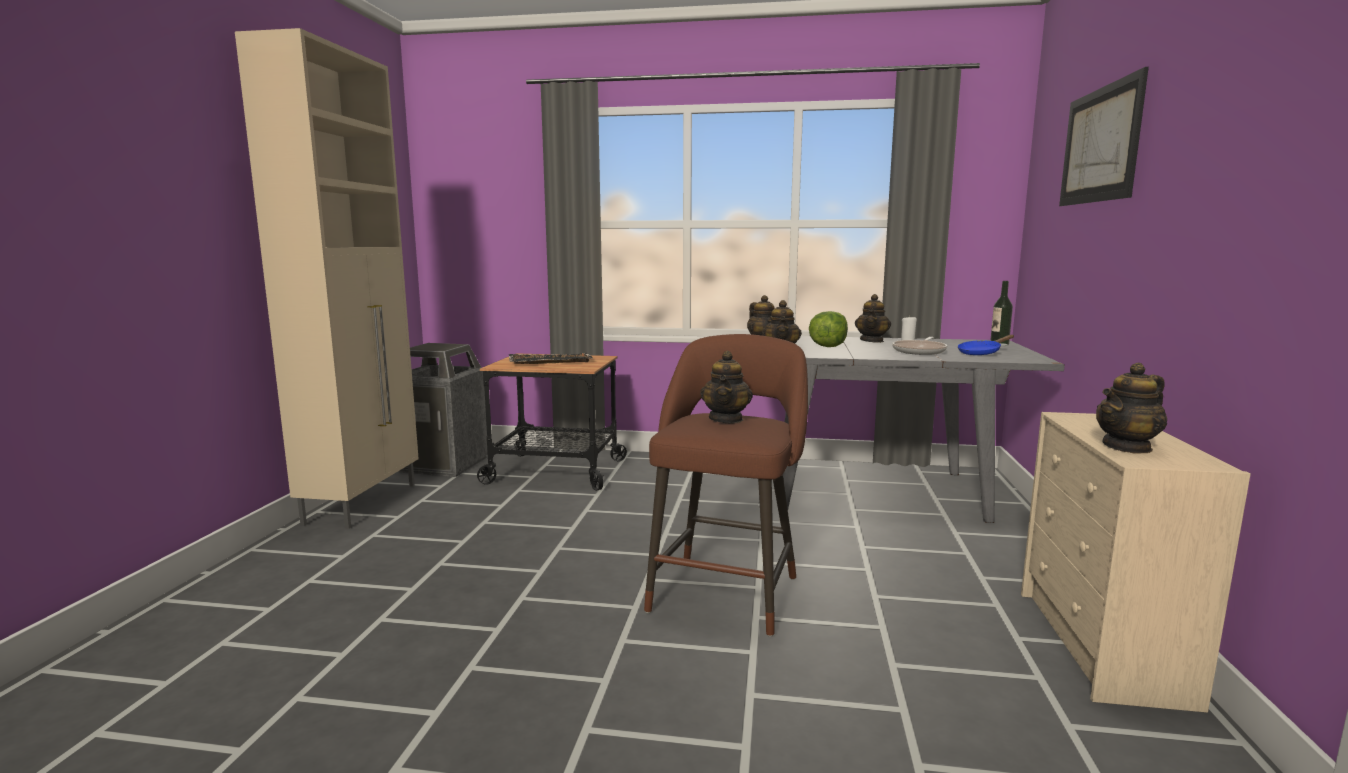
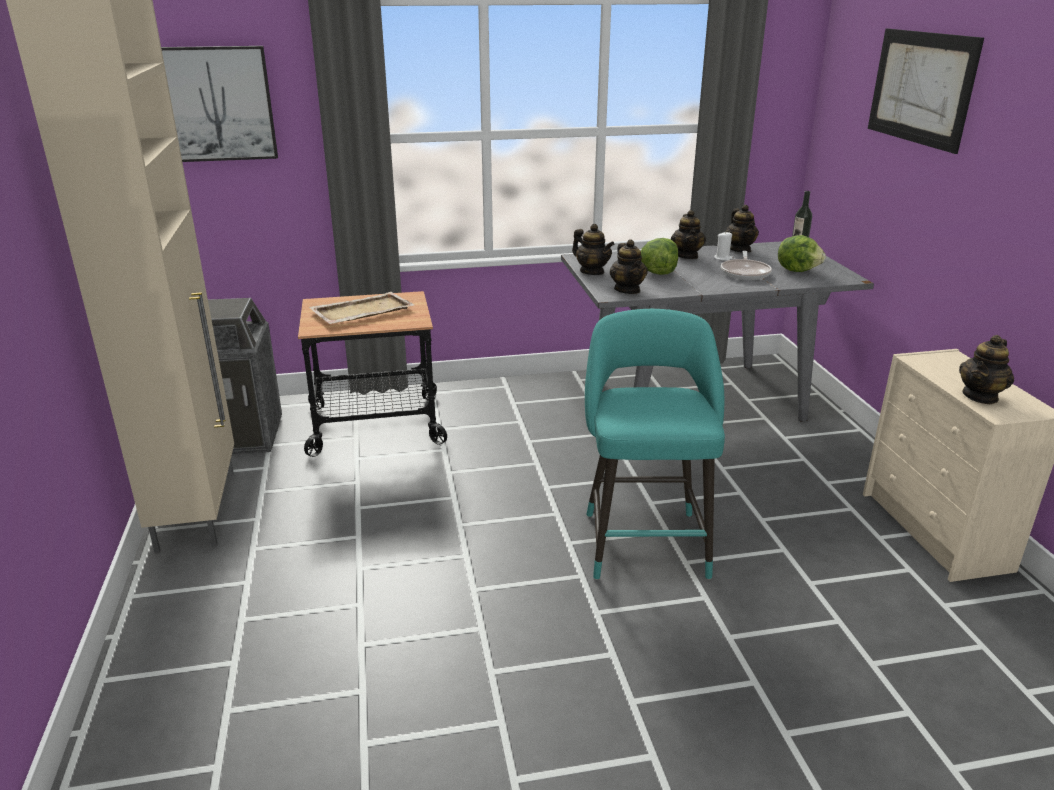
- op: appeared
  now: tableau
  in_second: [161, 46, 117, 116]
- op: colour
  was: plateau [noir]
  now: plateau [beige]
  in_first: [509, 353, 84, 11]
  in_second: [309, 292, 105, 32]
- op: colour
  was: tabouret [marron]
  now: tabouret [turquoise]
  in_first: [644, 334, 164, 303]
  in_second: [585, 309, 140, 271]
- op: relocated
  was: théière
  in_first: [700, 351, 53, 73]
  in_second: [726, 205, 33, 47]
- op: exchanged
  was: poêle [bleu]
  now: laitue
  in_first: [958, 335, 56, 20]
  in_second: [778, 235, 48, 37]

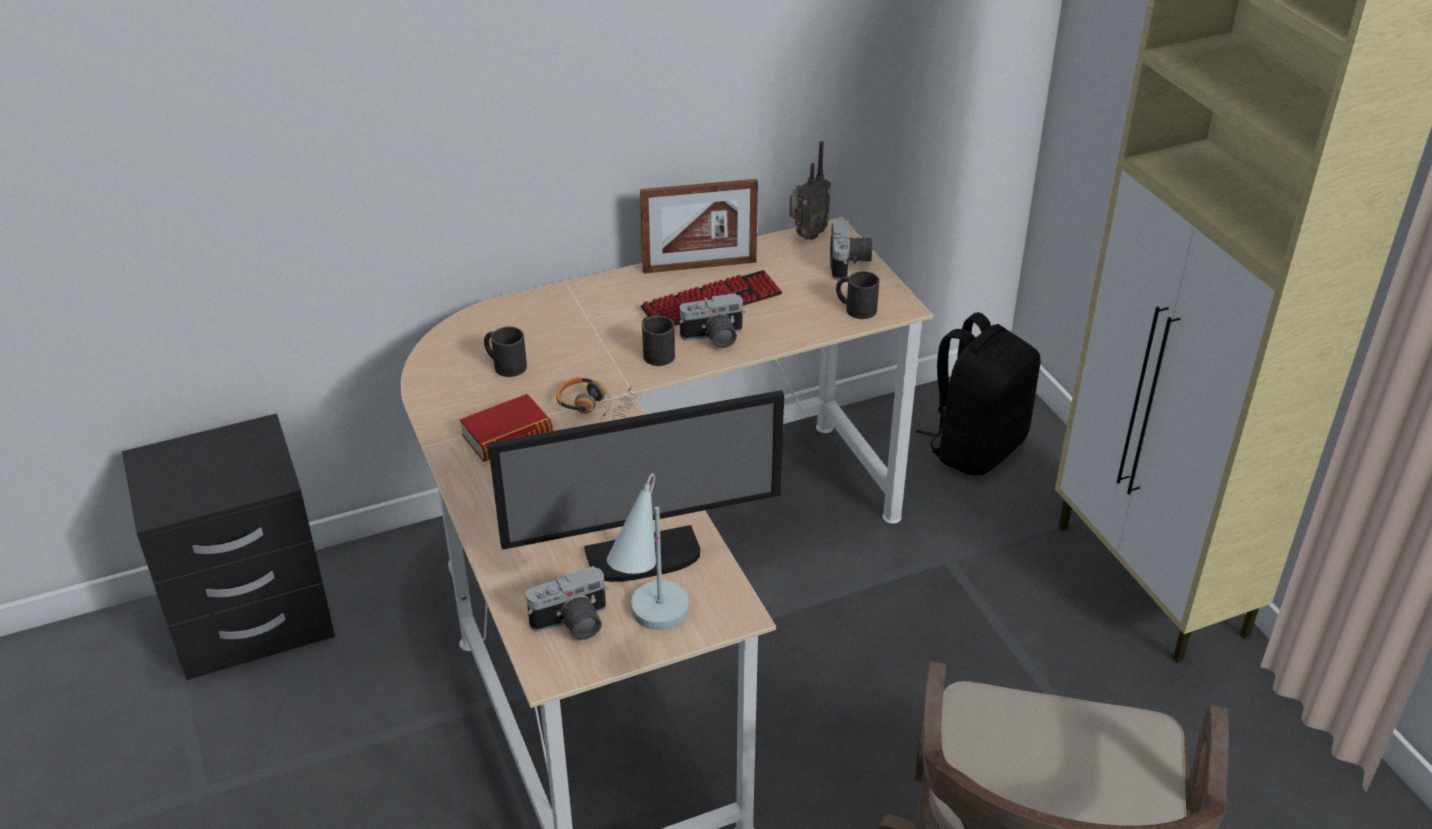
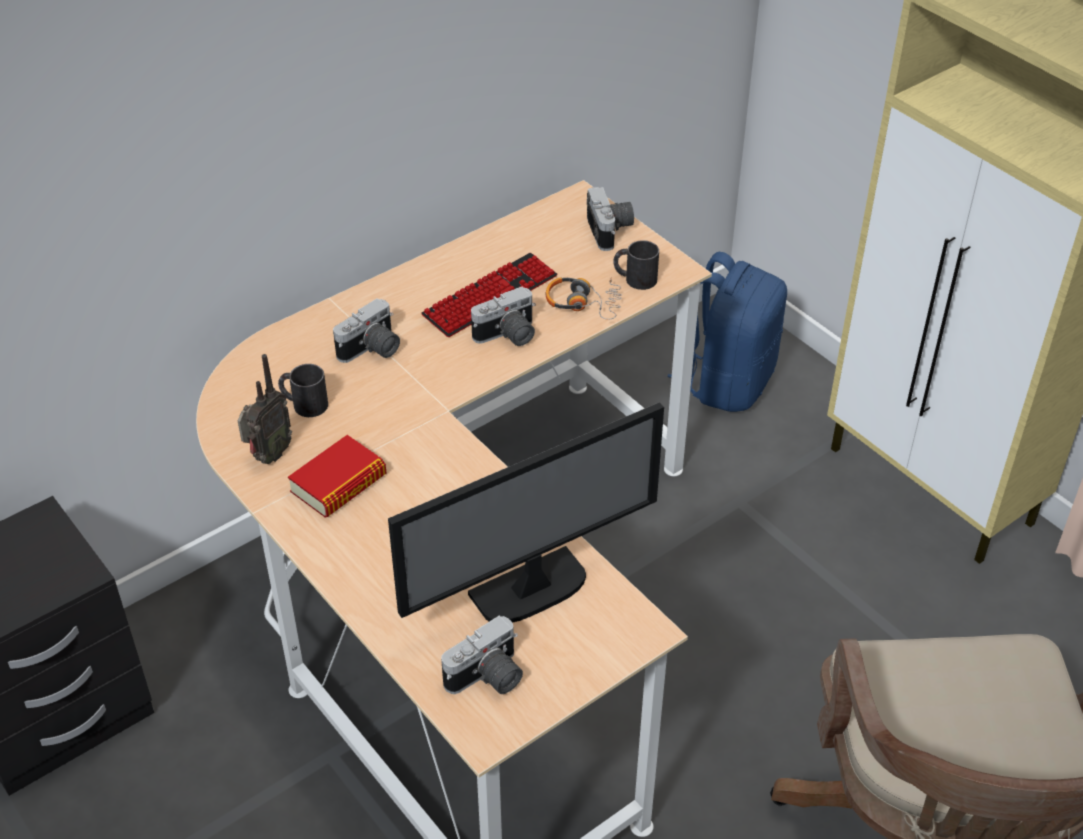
- op: relocated
  was: radio
  in_first: [789, 141, 42, 99]
  in_second: [238, 354, 54, 110]
- op: appeared
  now: appareil photo
  in_second: [333, 298, 67, 65]
- op: relocated
  was: casque audio
  in_first: [556, 377, 81, 46]
  in_second: [546, 277, 76, 43]
- op: colour
  was: sac à dos [noir]
  now: sac à dos [bleu]
  in_first: [915, 312, 126, 163]
  in_second: [668, 252, 119, 160]
- op: missing
  was: lampe de table [blanc]
  in_first: [607, 473, 82, 157]
- op: missing
  was: cadre photo
  in_first: [640, 179, 118, 95]
- op: missing
  was: mug [noir]
  in_first: [642, 316, 33, 50]

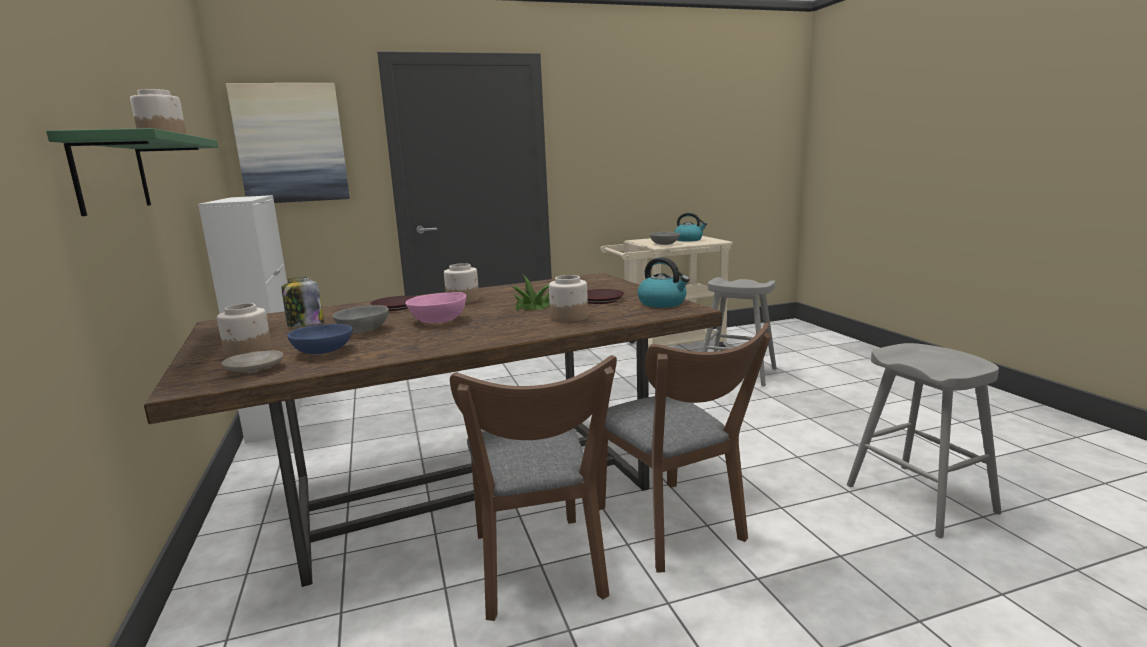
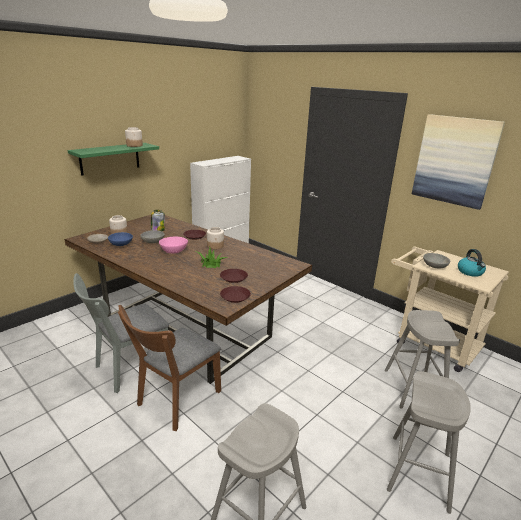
- op: colour
  was: chaise [marron]
  now: chaise [gris]
  in_first: [450, 355, 167, 266]
  in_second: [73, 273, 96, 120]
- op: exchanged
  was: bouilloire
  now: assiette [marron]
  in_first: [638, 257, 52, 51]
  in_second: [220, 286, 31, 17]
- op: appeared
  now: tabouret [gris]
  in_second: [387, 371, 84, 143]
- op: relocated
  was: tableau
  in_first: [226, 83, 124, 120]
  in_second: [412, 114, 93, 96]
- op: missing
  was: bocal
  in_first: [549, 275, 39, 48]

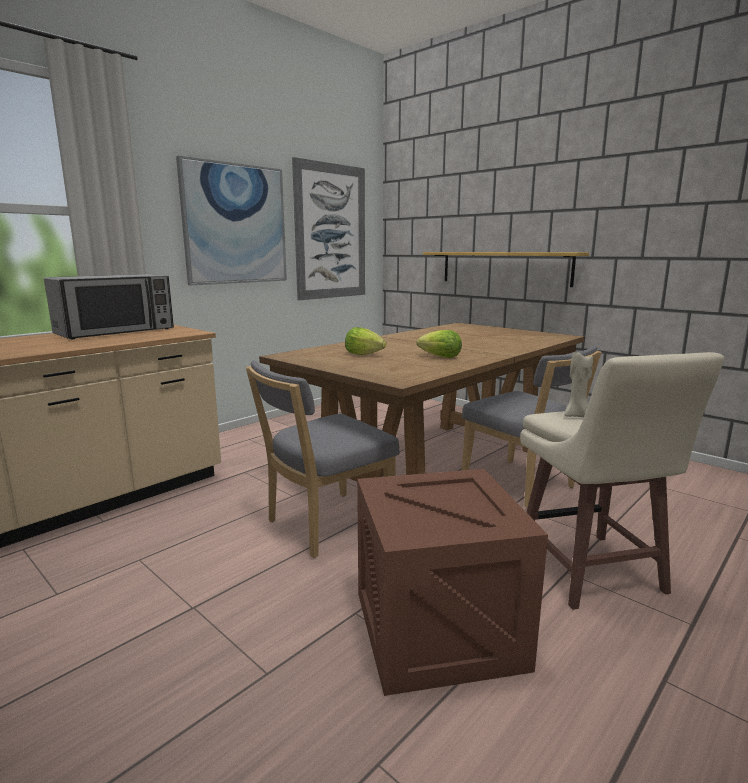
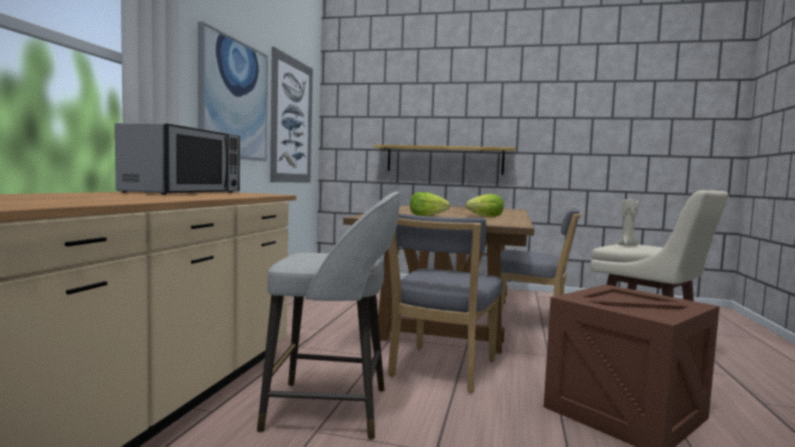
- op: appeared
  now: tabouret [gris]
  in_second: [257, 191, 143, 249]

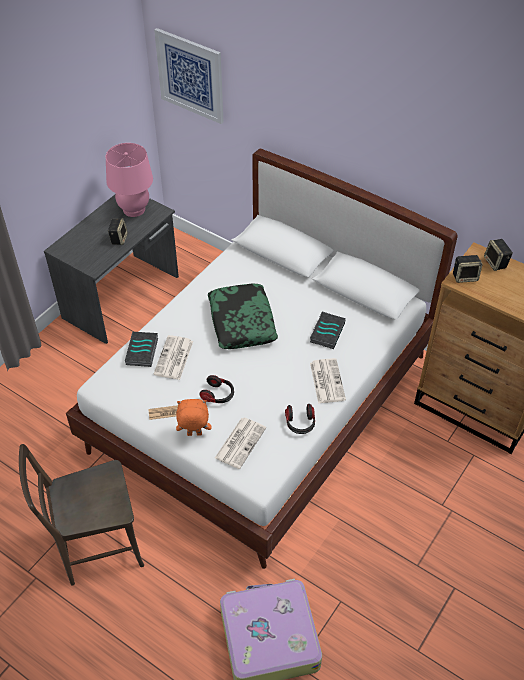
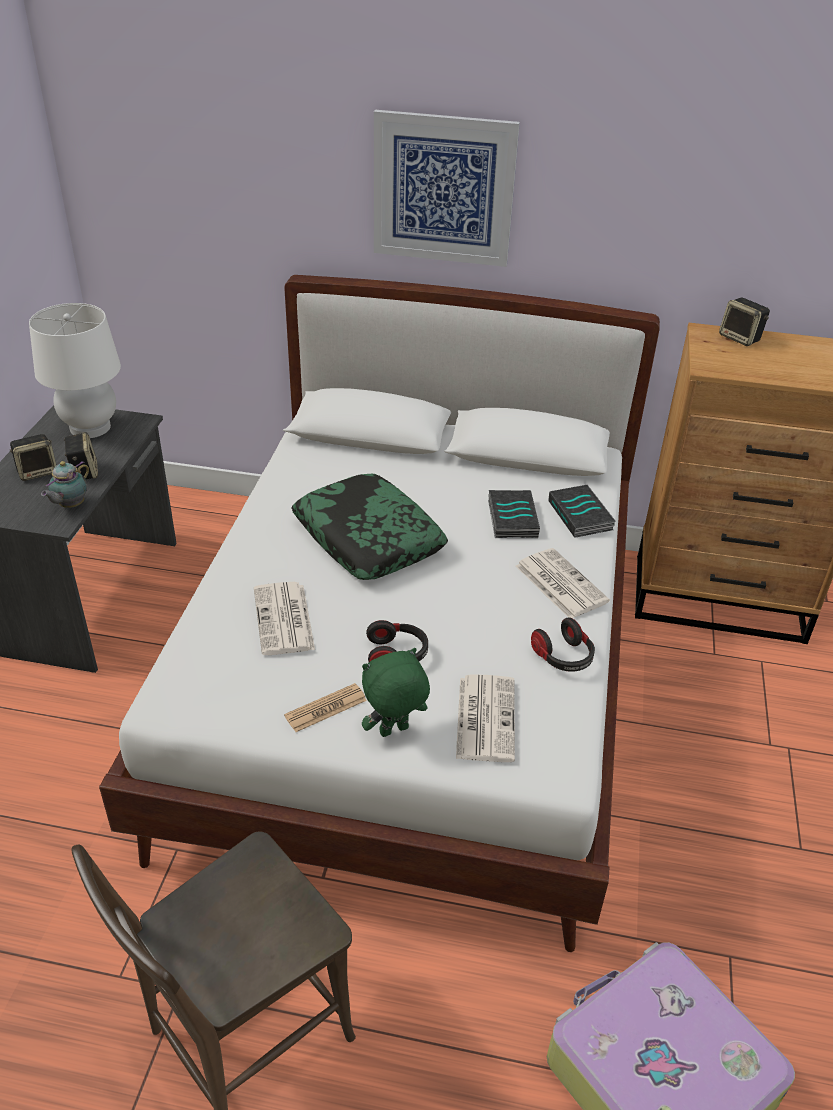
- op: relocated
  was: enceinte
  in_first: [453, 255, 30, 28]
  in_second: [10, 434, 46, 47]
- op: colour
  was: lampe de table [rose]
  now: lampe de table [blanc]
  in_first: [106, 143, 47, 74]
  in_second: [29, 303, 92, 135]
- op: appeared
  now: théière
  in_second: [41, 461, 48, 47]
- op: colour
  was: peluche [orange]
  now: peluche [vert]
  in_first: [176, 399, 36, 37]
  in_second: [362, 648, 68, 89]
- op: relocated
  was: tableau
  in_first: [154, 28, 69, 96]
  in_second: [374, 110, 146, 157]
- op: relocated
  was: livre
  in_first: [125, 332, 33, 35]
  in_second: [548, 485, 68, 53]

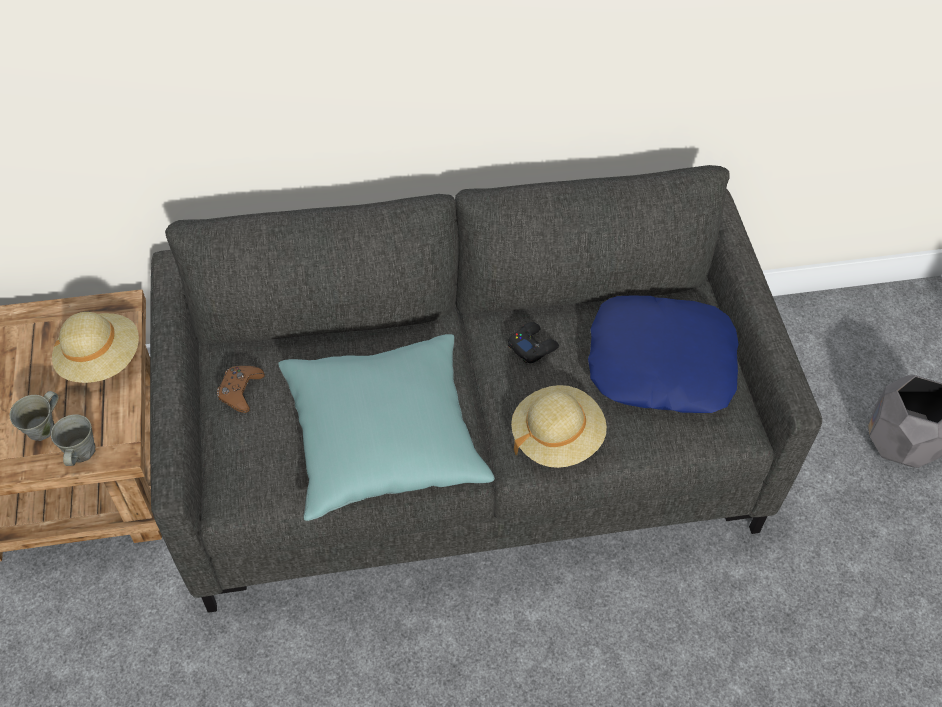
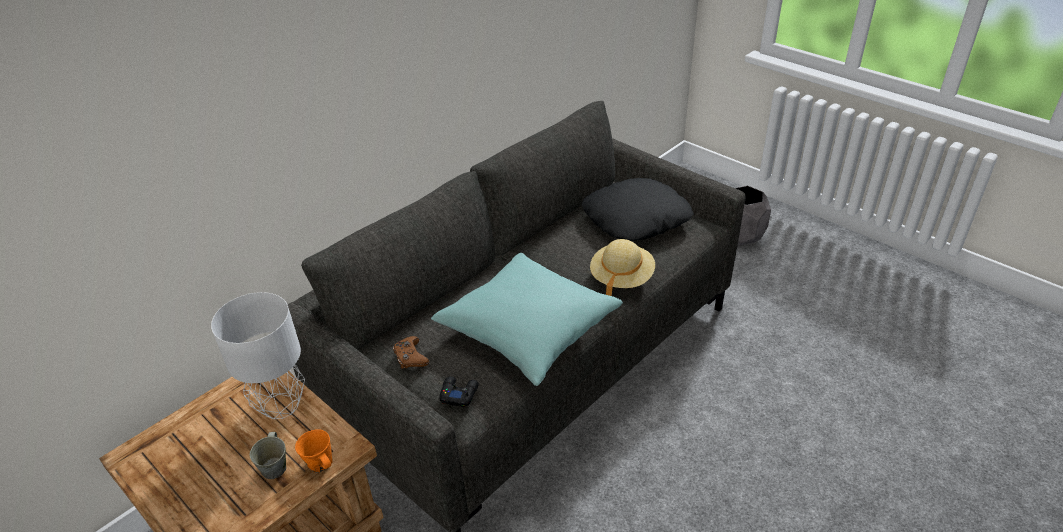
- op: exchanged
  was: chapeau [beige]
  now: lampe de table [gris]
  in_first: [52, 312, 87, 71]
  in_second: [211, 292, 94, 127]
- op: colour
  was: mug [gris]
  now: mug [orange]
  in_first: [51, 414, 44, 52]
  in_second: [295, 429, 37, 44]
- op: relocated
  was: manette [noir]
  in_first: [508, 322, 51, 41]
  in_second: [439, 376, 40, 31]
- op: colour
  was: coussin [bleu]
  now: coussin [noir]
  in_first: [588, 296, 151, 117]
  in_second: [582, 178, 112, 63]

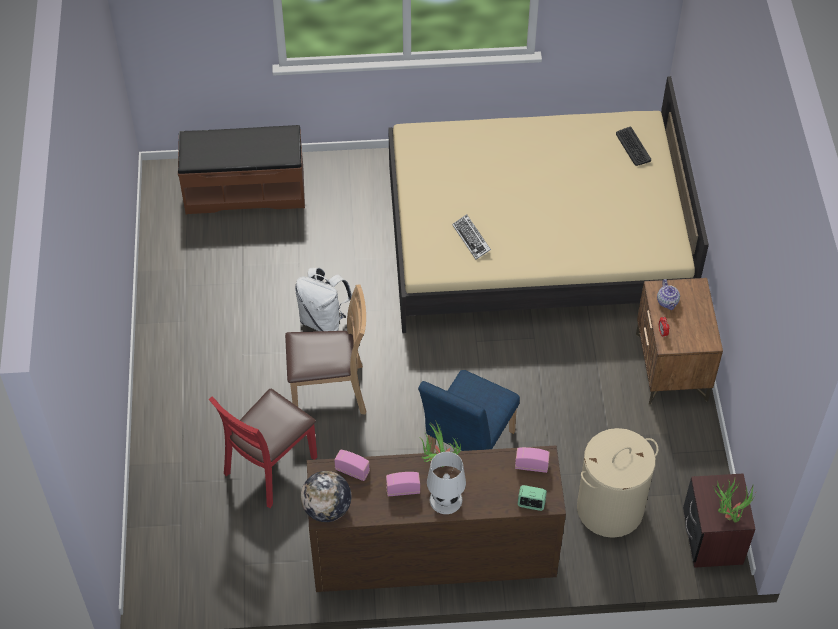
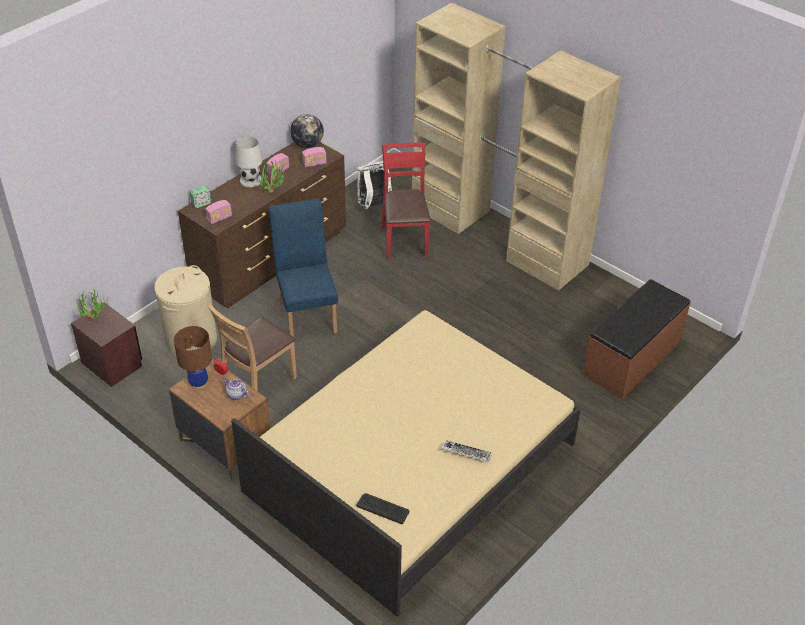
- op: appeared
  now: lampe de table [marron]
  in_second: [174, 326, 38, 63]
- op: relocated
  was: chaise [marron]
  in_first: [285, 284, 81, 131]
  in_second: [207, 304, 90, 87]
- op: relocated
  was: sac à dos [blanc]
  in_first: [295, 268, 57, 63]
  in_second: [357, 161, 35, 48]
- op: appeared
  now: armoire [beige]
  in_second: [412, 3, 209, 288]
- op: relocated
  was: clavier
  in_first: [452, 214, 39, 45]
  in_second: [441, 440, 51, 22]

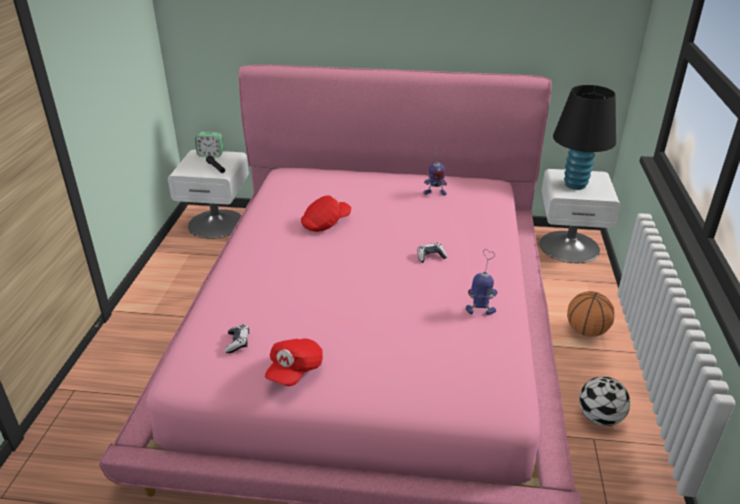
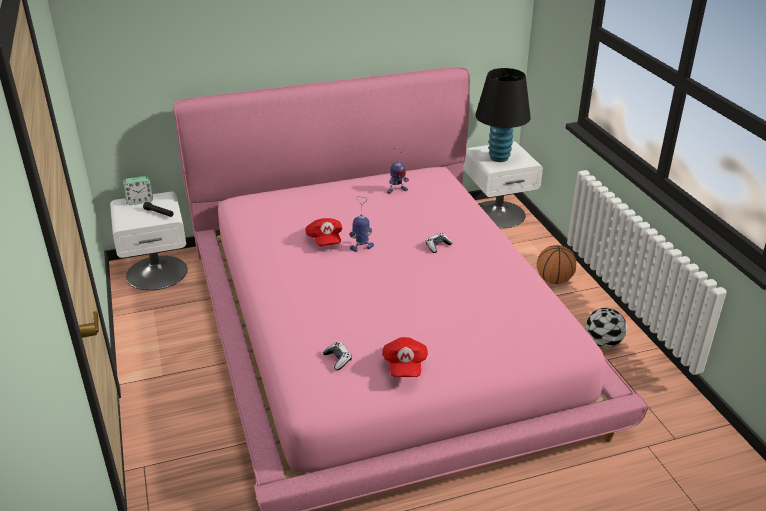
- op: spun
  was: casquette [rouge]
  in_first: [301, 196, 50, 36]
  in_second: [305, 218, 38, 28]
  clockwise: 135
- op: relocated
  was: robot jouet
  in_first: [466, 249, 32, 66]
  in_second: [349, 196, 25, 56]

